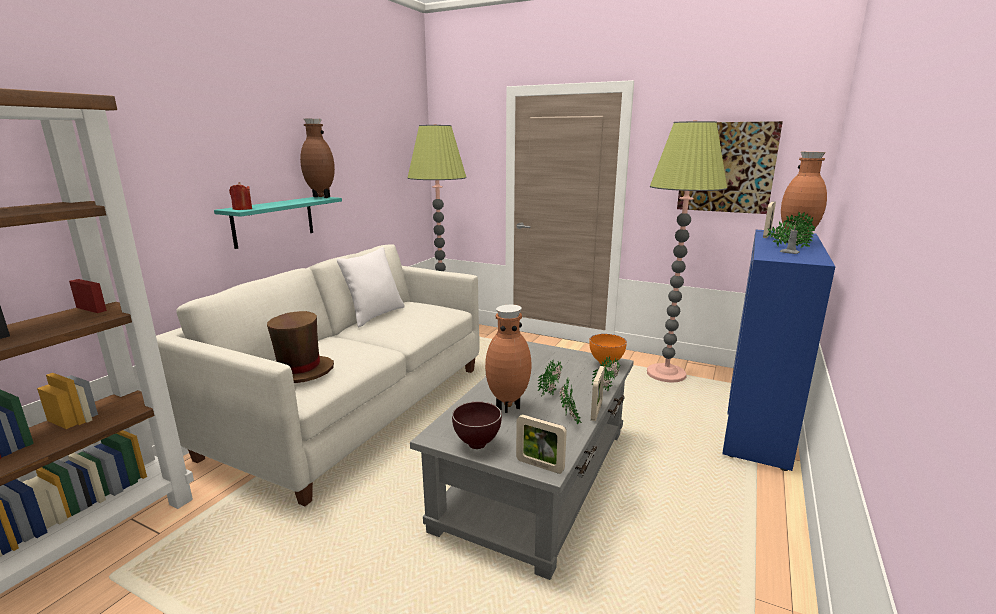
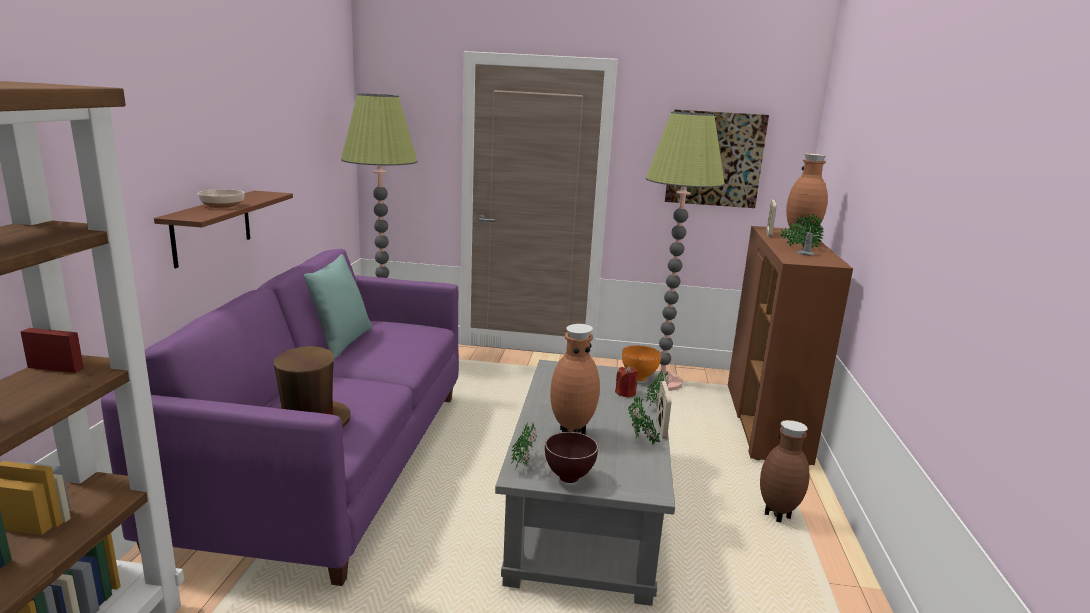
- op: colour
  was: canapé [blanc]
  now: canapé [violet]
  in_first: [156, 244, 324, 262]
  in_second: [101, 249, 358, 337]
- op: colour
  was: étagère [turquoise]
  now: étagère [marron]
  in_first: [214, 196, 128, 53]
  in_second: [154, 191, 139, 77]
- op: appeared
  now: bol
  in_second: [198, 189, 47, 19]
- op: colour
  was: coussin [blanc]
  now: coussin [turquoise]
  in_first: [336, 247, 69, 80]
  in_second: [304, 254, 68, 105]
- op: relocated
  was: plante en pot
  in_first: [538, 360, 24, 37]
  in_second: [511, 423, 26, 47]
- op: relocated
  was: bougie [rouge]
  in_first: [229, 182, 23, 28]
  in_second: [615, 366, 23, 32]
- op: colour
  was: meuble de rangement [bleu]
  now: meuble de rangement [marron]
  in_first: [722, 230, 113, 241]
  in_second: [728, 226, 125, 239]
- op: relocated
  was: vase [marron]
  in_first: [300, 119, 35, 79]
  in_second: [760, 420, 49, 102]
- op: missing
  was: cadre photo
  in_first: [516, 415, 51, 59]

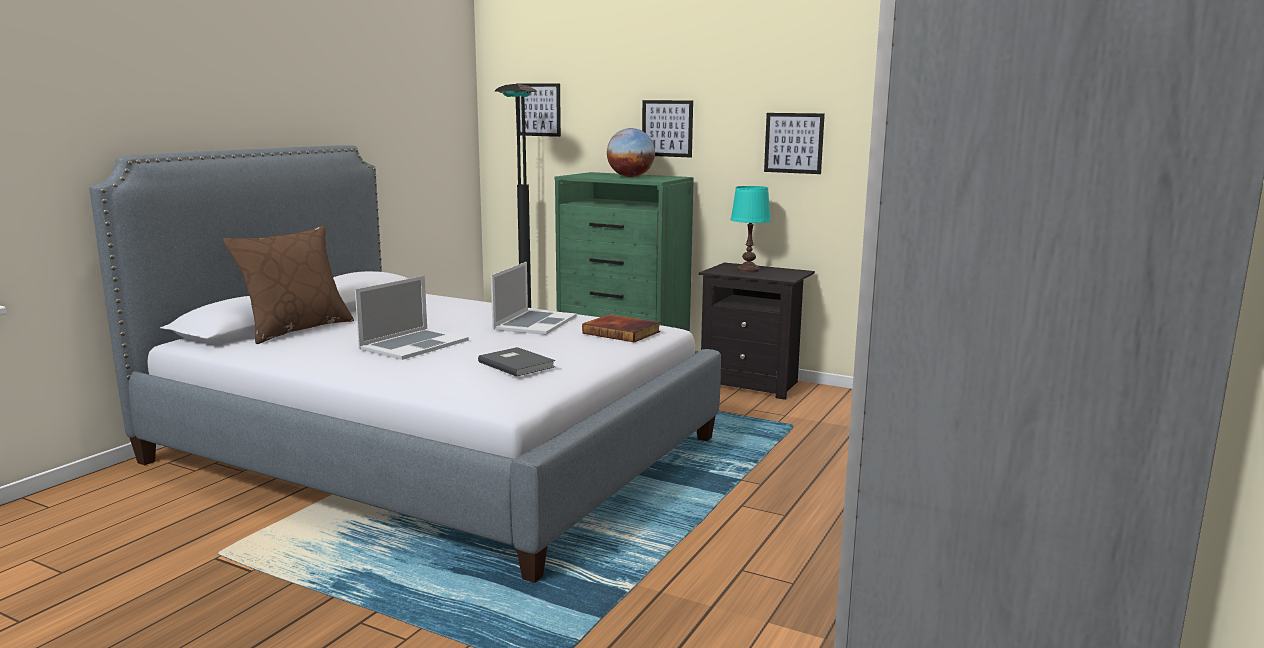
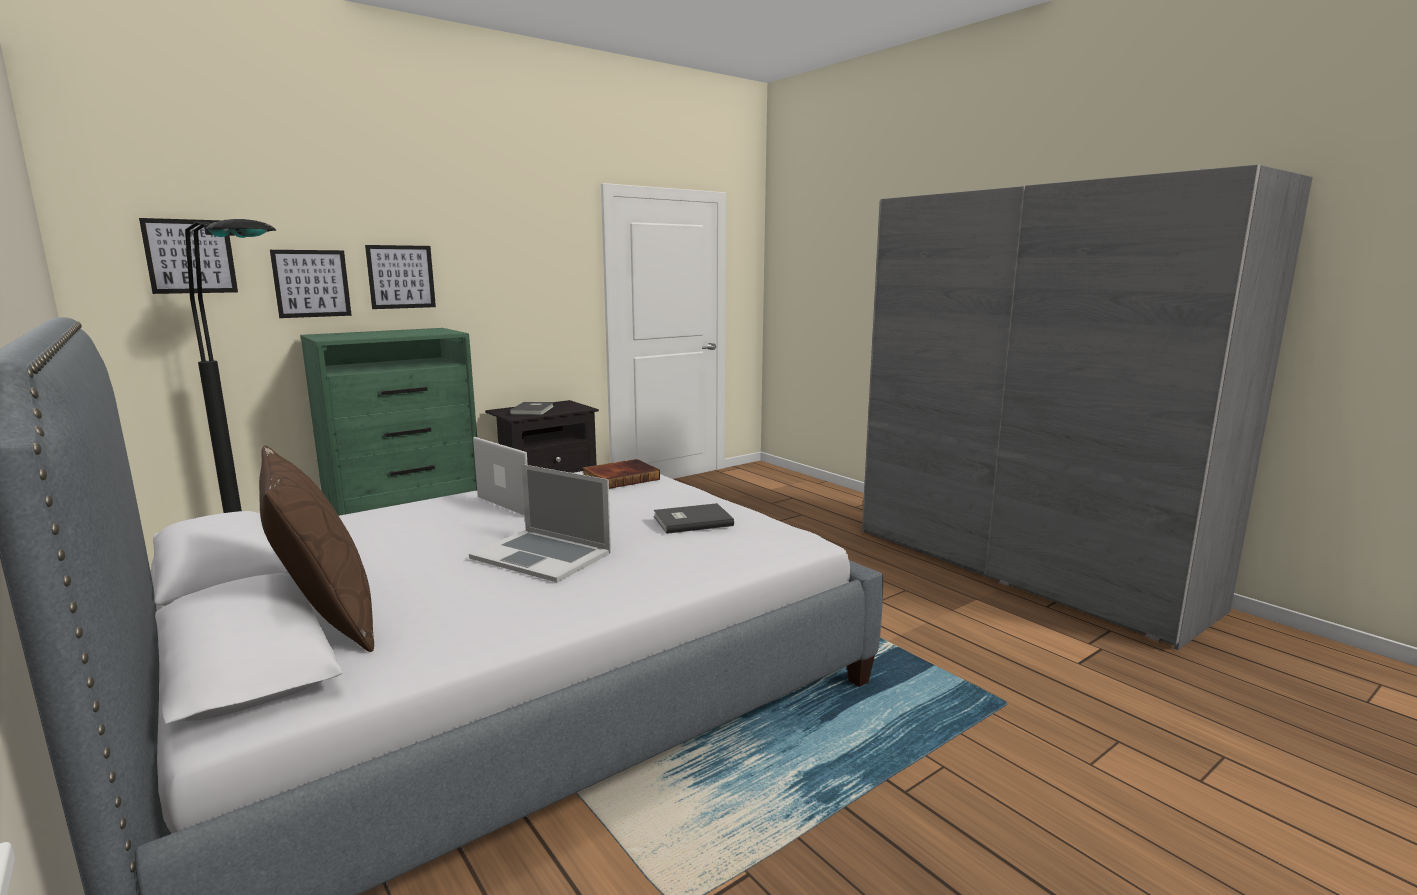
- op: relocated
  was: tableau
  in_first: [764, 113, 61, 61]
  in_second: [270, 250, 82, 68]
- op: spun
  was: ordinateur portable
  in_first: [355, 276, 114, 84]
  in_second: [469, 464, 142, 118]
  clockwise: 150
- op: exchanged
  was: lampe de table [turquoise]
  now: livre [gris]
  in_first: [730, 186, 41, 87]
  in_second: [510, 402, 44, 13]
- op: missing
  was: globe
  in_first: [607, 128, 48, 49]

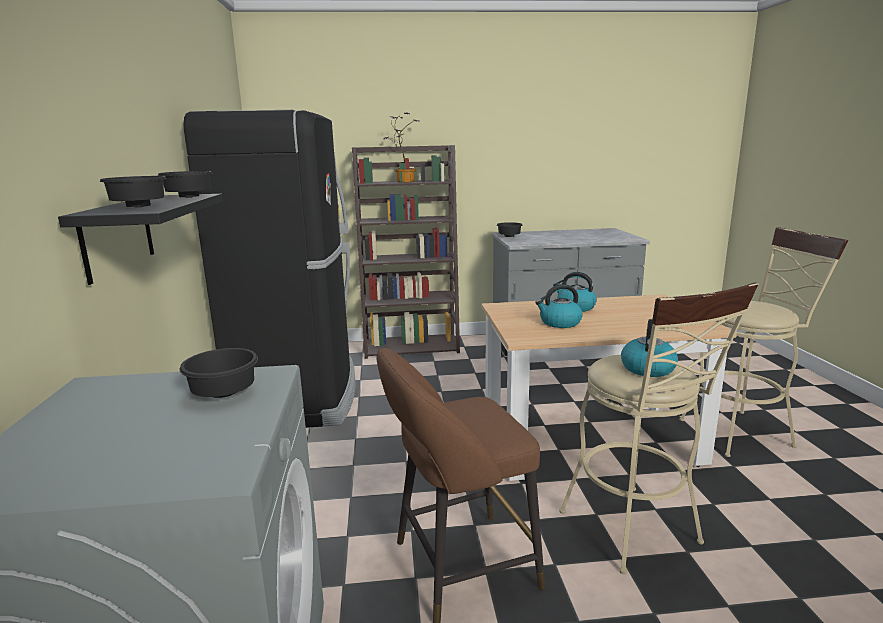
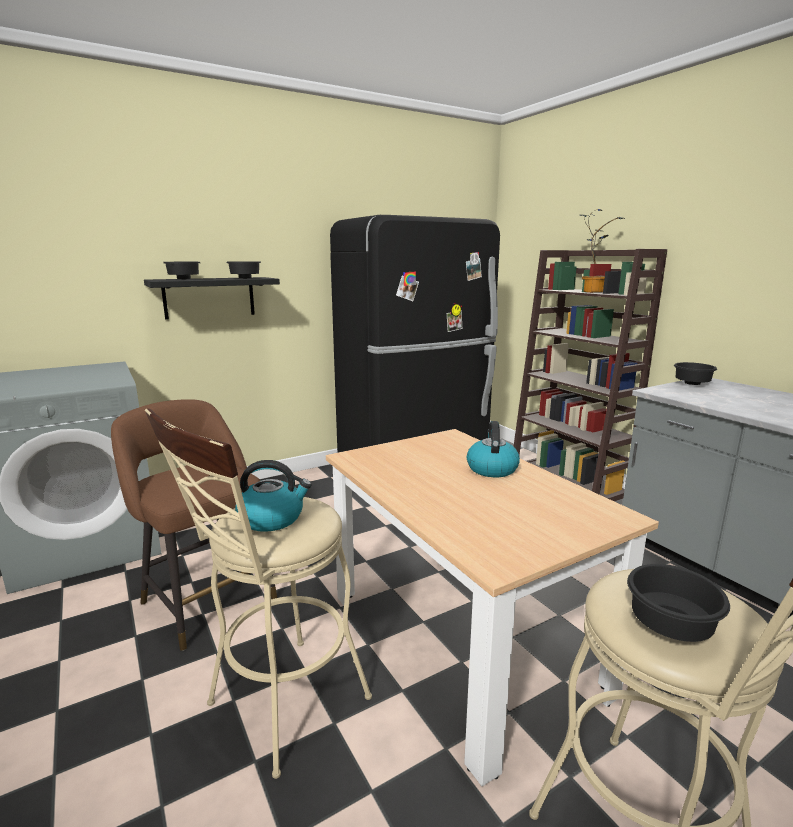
- op: relocated
  was: bol [noir]
  in_first: [180, 348, 78, 50]
  in_second: [627, 564, 103, 78]
- op: missing
  was: bouilloire
  in_first: [535, 284, 48, 44]

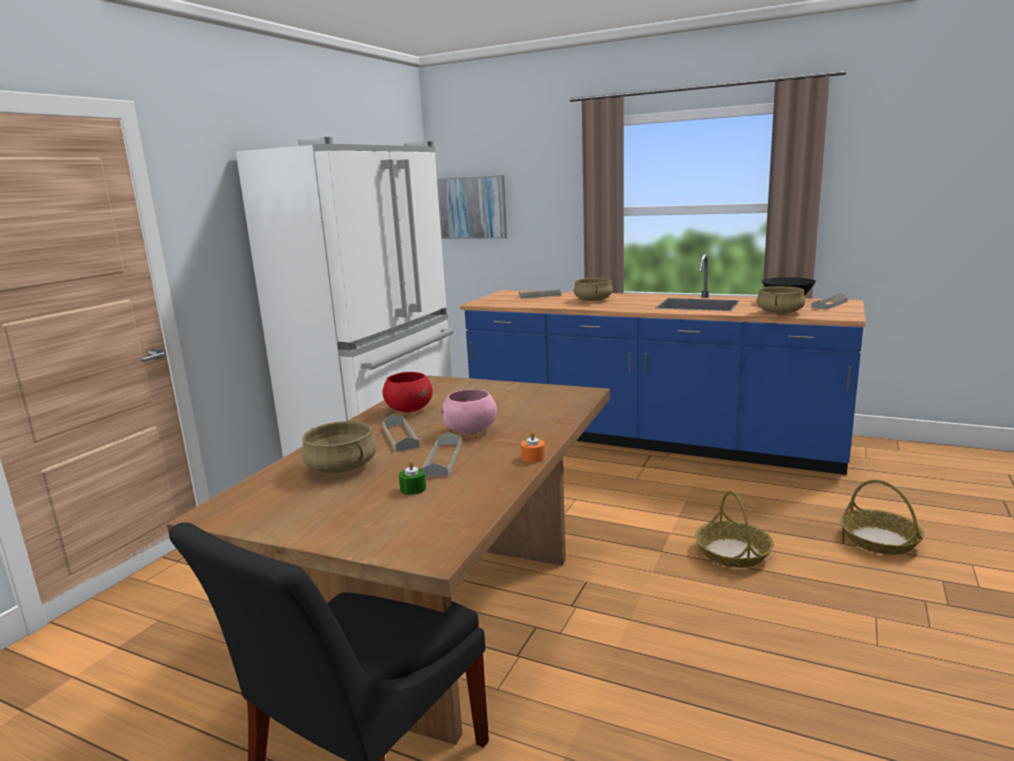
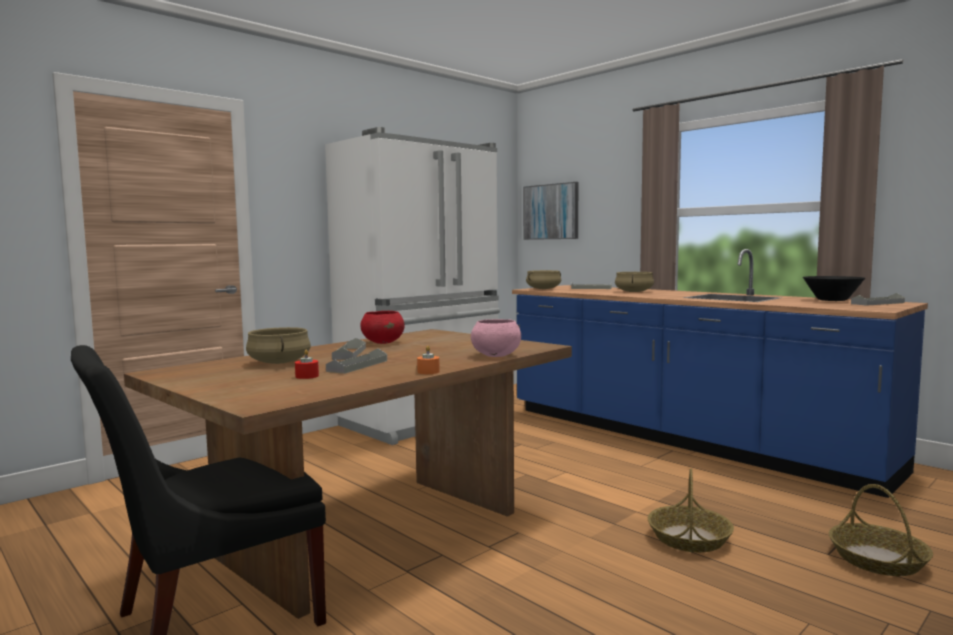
- op: colour
  was: bougie [vert]
  now: bougie [rouge]
  in_first: [399, 460, 27, 35]
  in_second: [295, 350, 24, 29]
- op: relocated
  was: bol [rose]
  in_first: [442, 389, 55, 46]
  in_second: [471, 319, 50, 38]
- op: relocated
  was: marmite [beige]
  in_first: [756, 286, 50, 28]
  in_second: [526, 270, 35, 19]

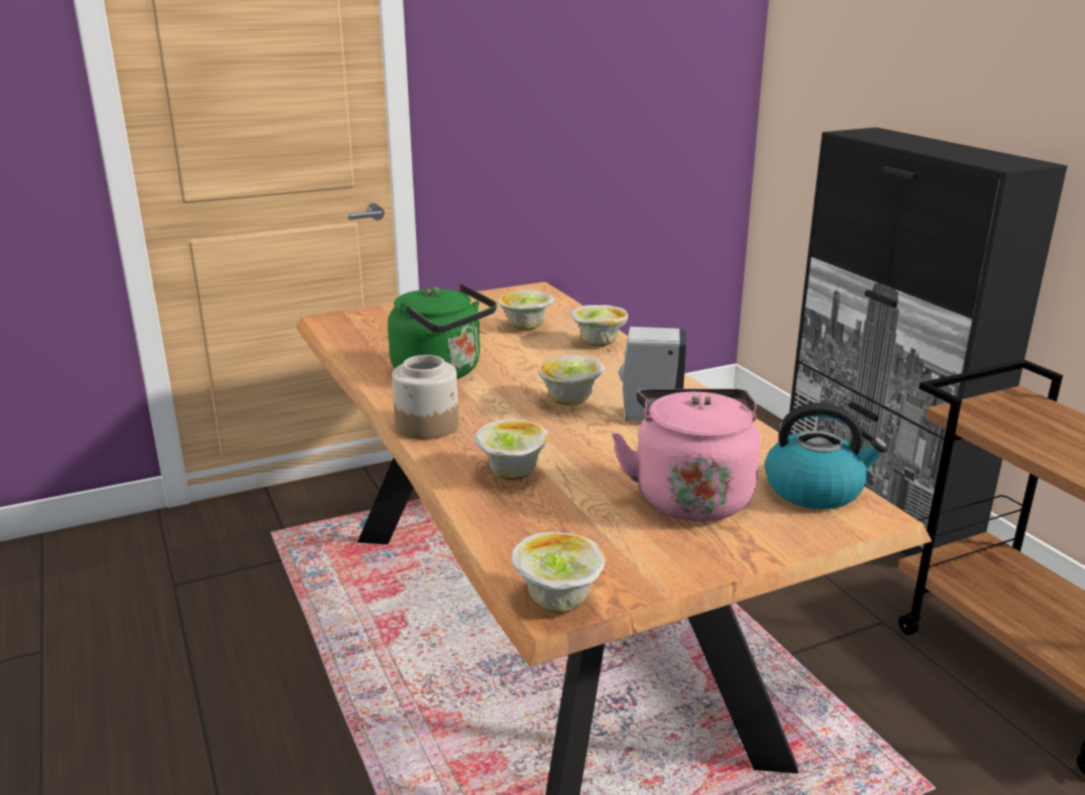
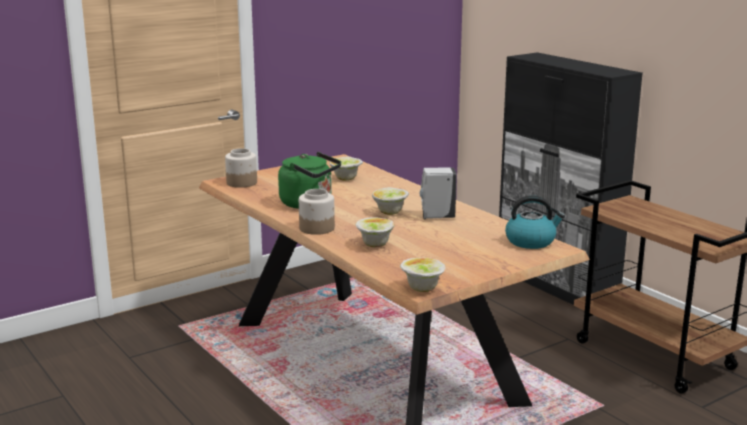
- op: appeared
  now: bocal
  in_second: [225, 148, 32, 40]
- op: missing
  was: bol
  in_first: [570, 305, 58, 41]
- op: missing
  was: bouilloire [rose]
  in_first: [612, 389, 148, 132]

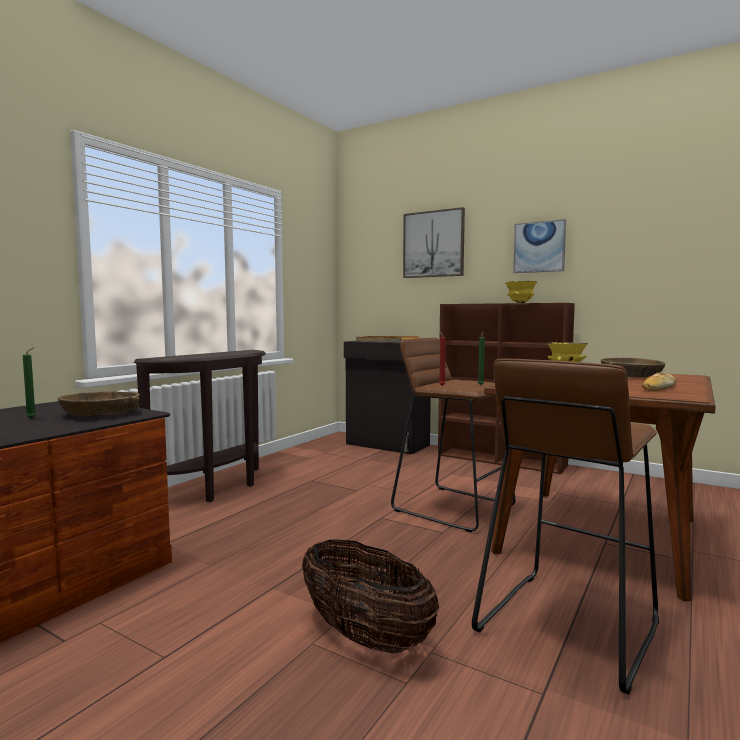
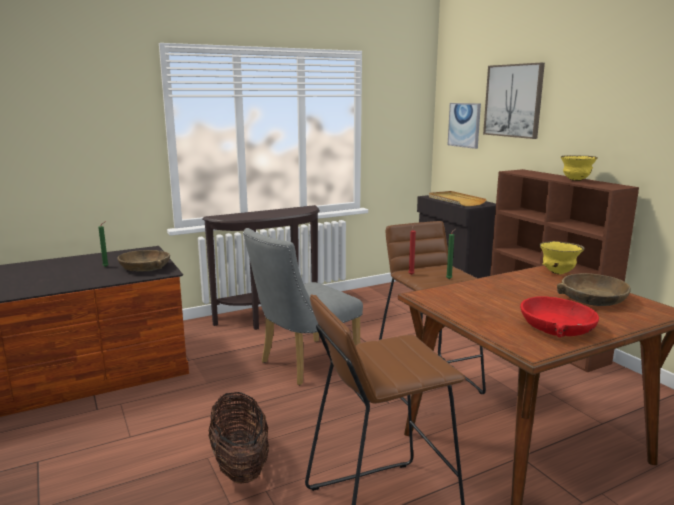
- op: appeared
  now: chaise [gris]
  in_second: [243, 228, 120, 157]
- op: relocated
  was: tableau
  in_first: [513, 219, 53, 54]
  in_second: [448, 103, 33, 46]
- op: exchanged
  was: pain
  now: bol [rouge]
  in_first: [642, 373, 34, 18]
  in_second: [520, 296, 79, 41]

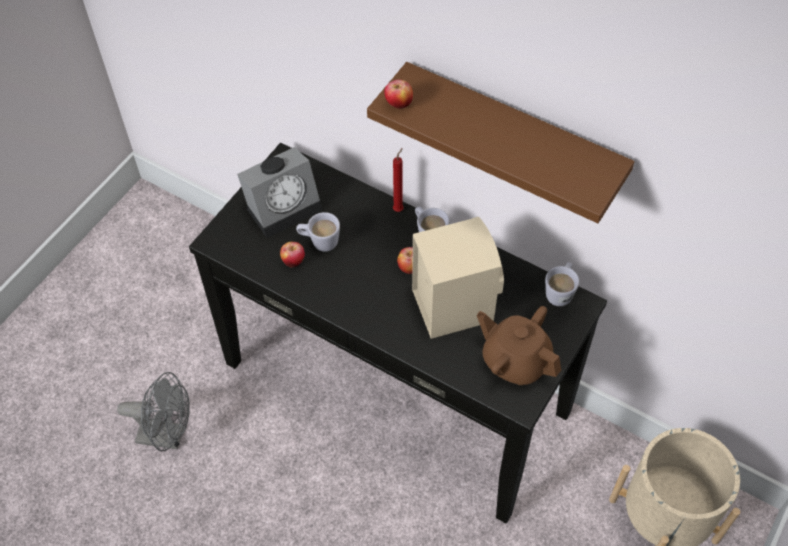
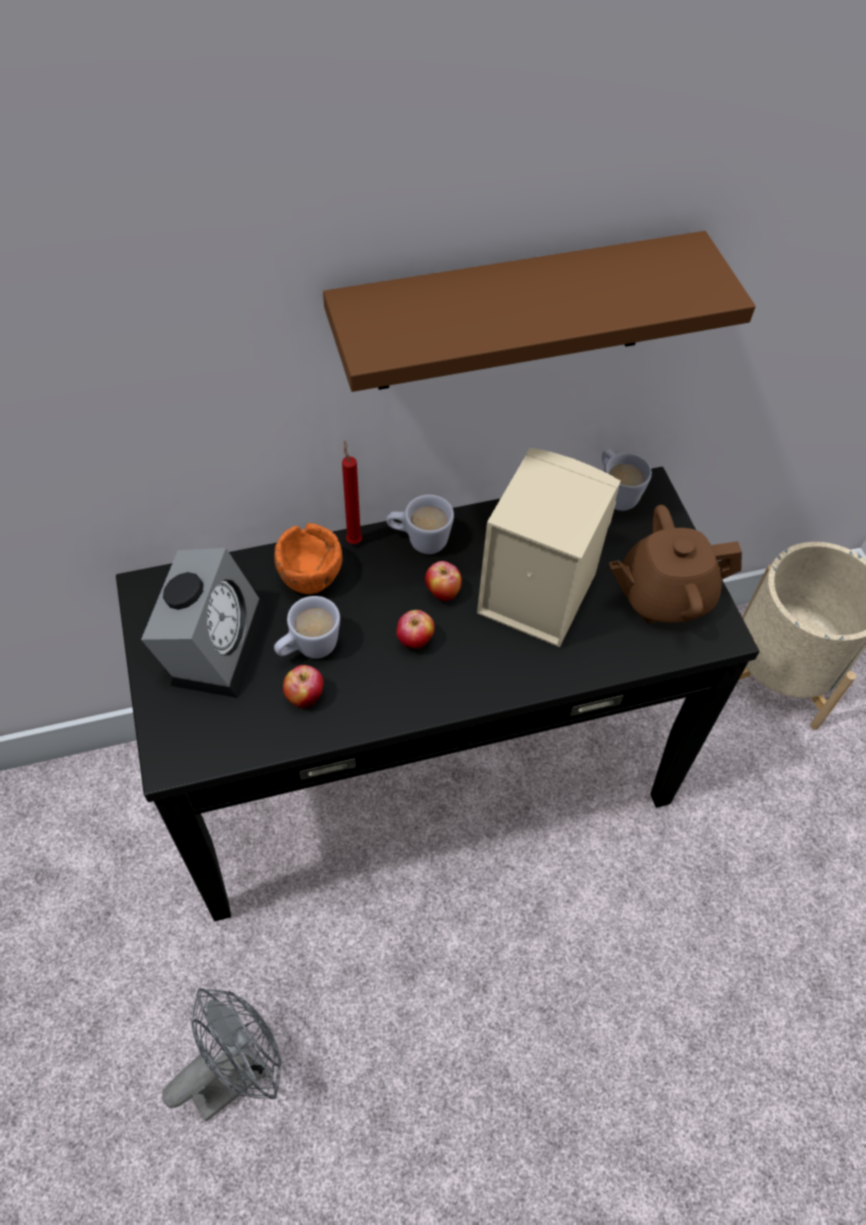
- op: appeared
  now: bol [orange]
  in_second: [275, 523, 67, 71]
- op: relocated
  was: pomme
  in_first: [384, 79, 29, 30]
  in_second: [396, 610, 39, 38]

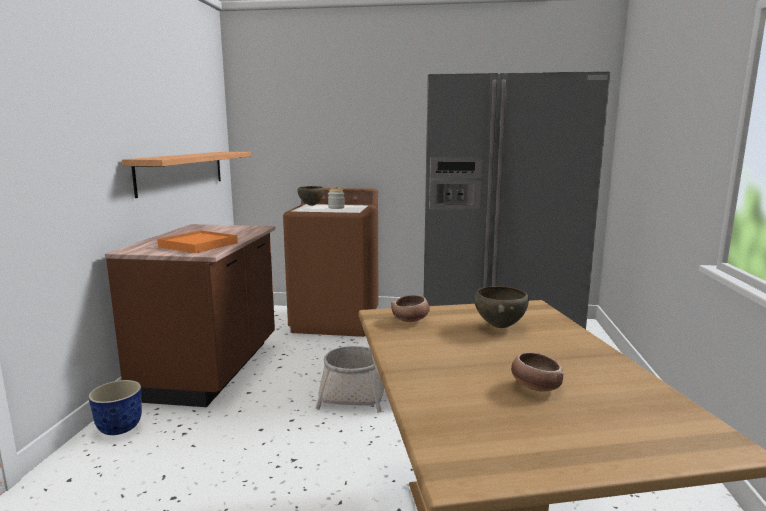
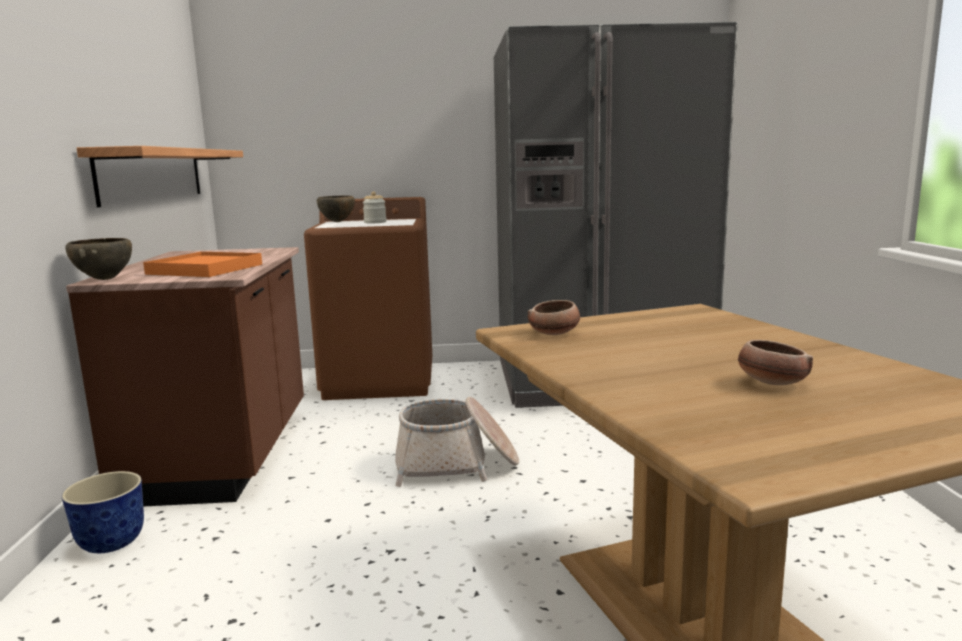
- op: relocated
  was: bol [marron]
  in_first: [474, 286, 55, 42]
  in_second: [65, 238, 67, 42]

